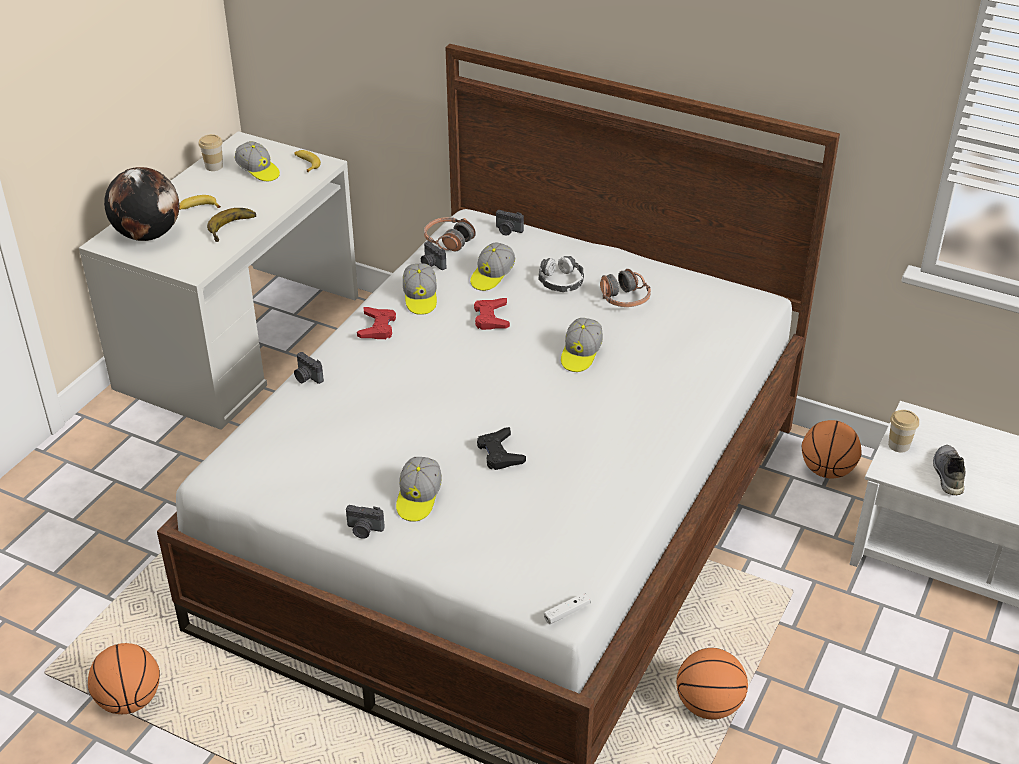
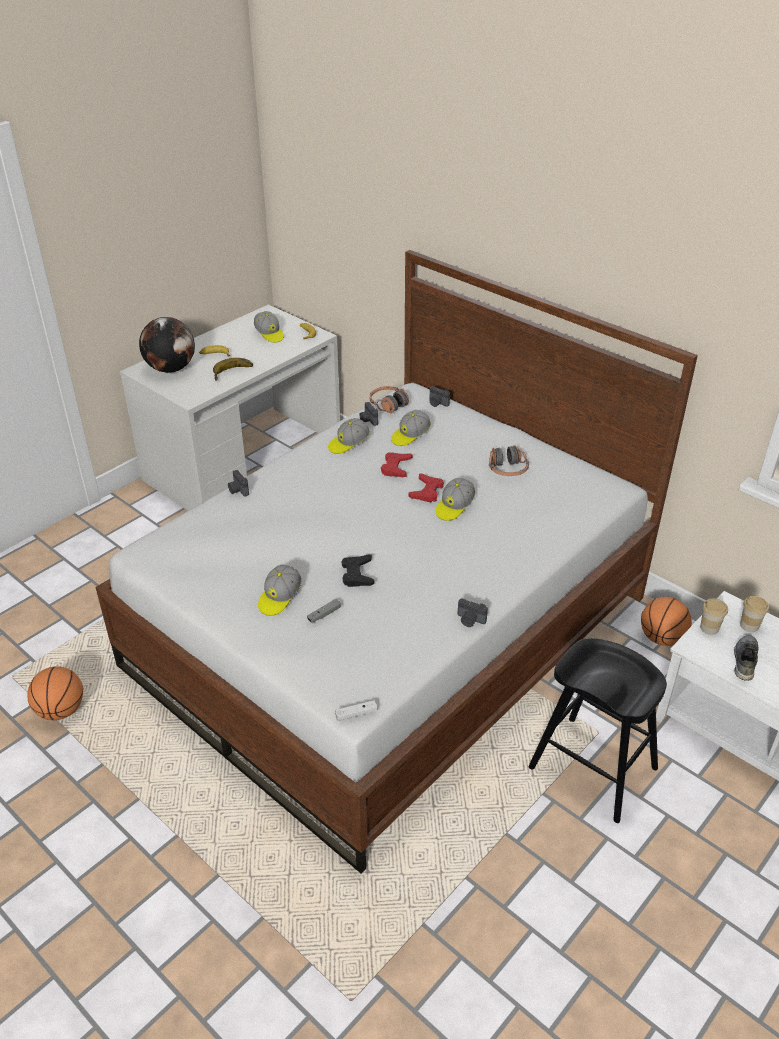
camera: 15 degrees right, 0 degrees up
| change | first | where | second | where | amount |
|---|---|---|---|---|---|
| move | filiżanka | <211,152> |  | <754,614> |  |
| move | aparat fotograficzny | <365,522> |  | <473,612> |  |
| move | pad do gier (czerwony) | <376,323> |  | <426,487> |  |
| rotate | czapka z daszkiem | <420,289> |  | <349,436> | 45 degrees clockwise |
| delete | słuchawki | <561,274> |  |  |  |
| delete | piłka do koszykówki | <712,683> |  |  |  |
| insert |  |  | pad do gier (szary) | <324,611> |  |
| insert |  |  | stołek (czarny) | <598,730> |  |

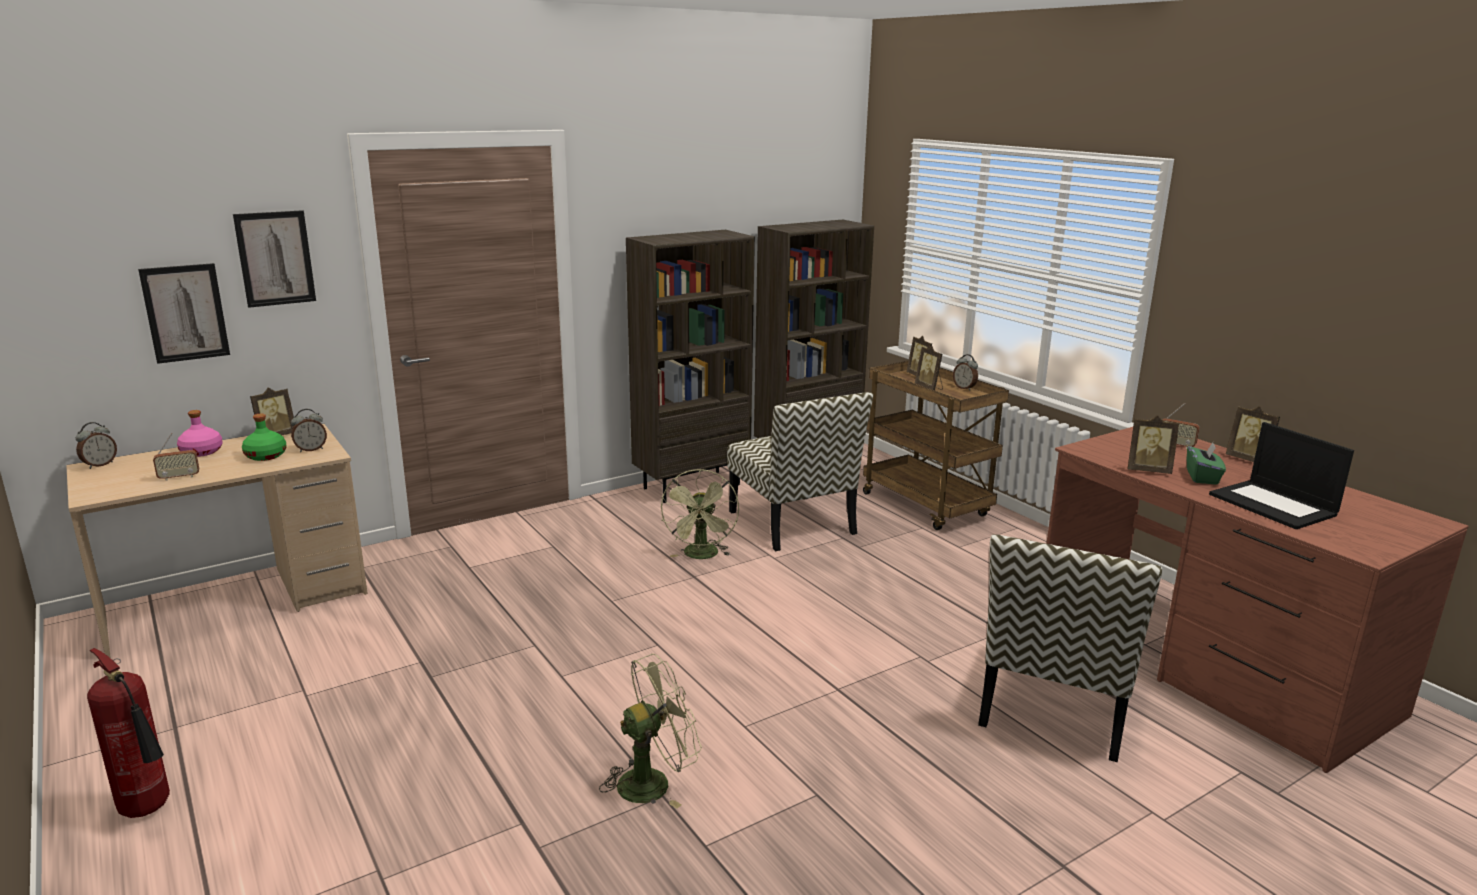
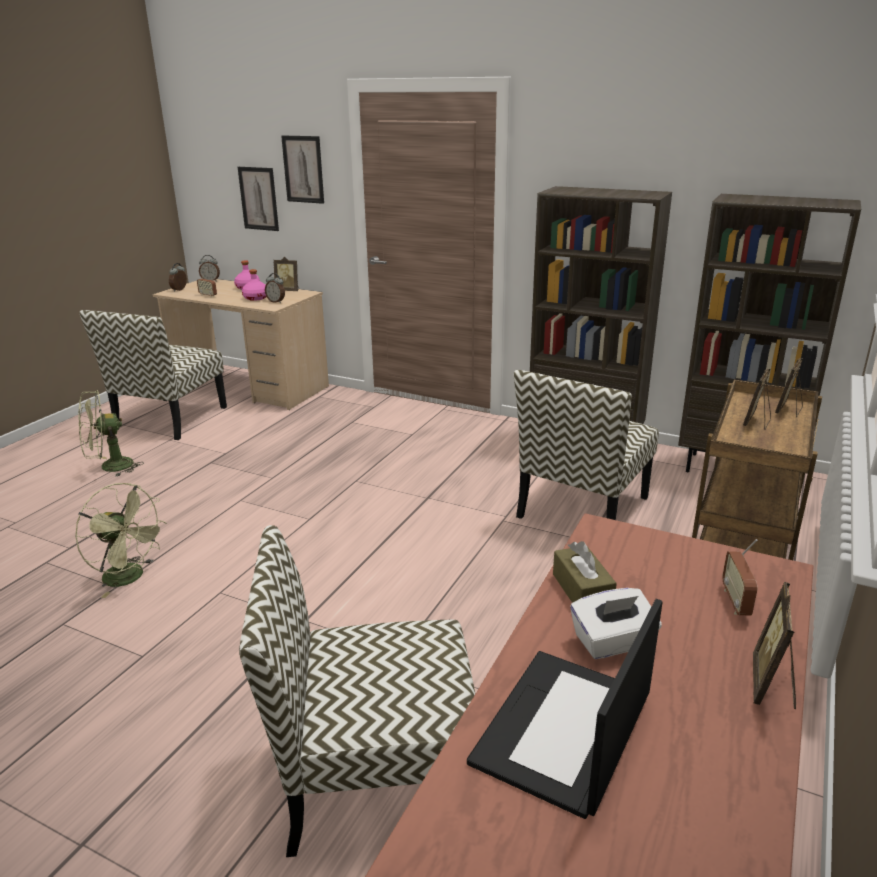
camera: 60 degrees right, 5 degrees up
| change | first | where | second | where | amount |
|---|---|---|---|---|---|
| delete | gaśnica | <128,733> |  |  |  |
| recolor | butelka (zielony) | <264,437> | butelka (różowy) | <254,285> |  |
| move | wentylator (zielony) | <700,514> |  | <111,433> |  |
| move | budzik | <965,372> |  | <178,277> |  |
| replace | ramka na zdjęcie | <1153,444> | pudełko chusteczek (brązowy) | <585,572> |  |
| recolor | pudełko chusteczek (zielony) | <1206,463> | pudełko chusteczek (biały) | <616,623> |  |
| insert |  |  | krzesło | <153,375> |  |

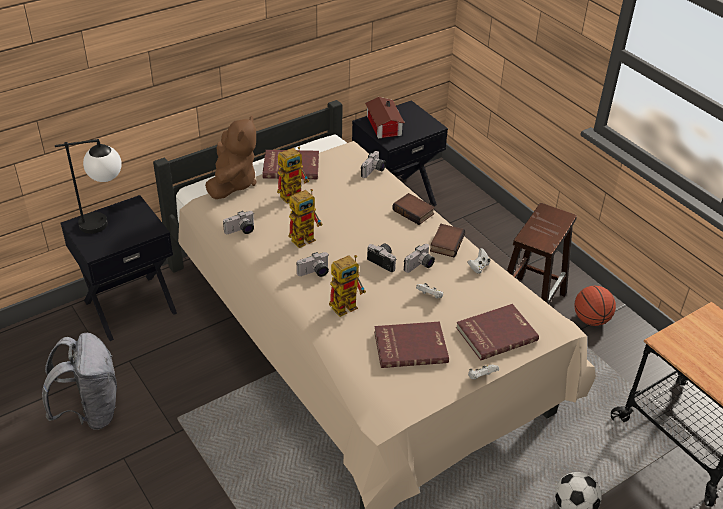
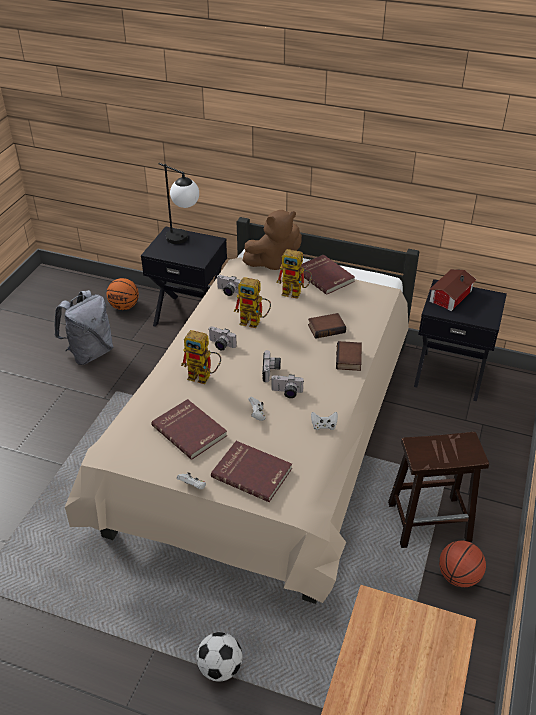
camera: 55 degrees right, 0 degrees up
| change | first | where | second | where | amount |
|---|---|---|---|---|---|
| delete | aparat fotograficzny | <373,164> |  |  |  |
| move | książka | <447,241> |  | <327,326> |  |
| insert |  |  | piłka do koszykówki | <122,294> |  |

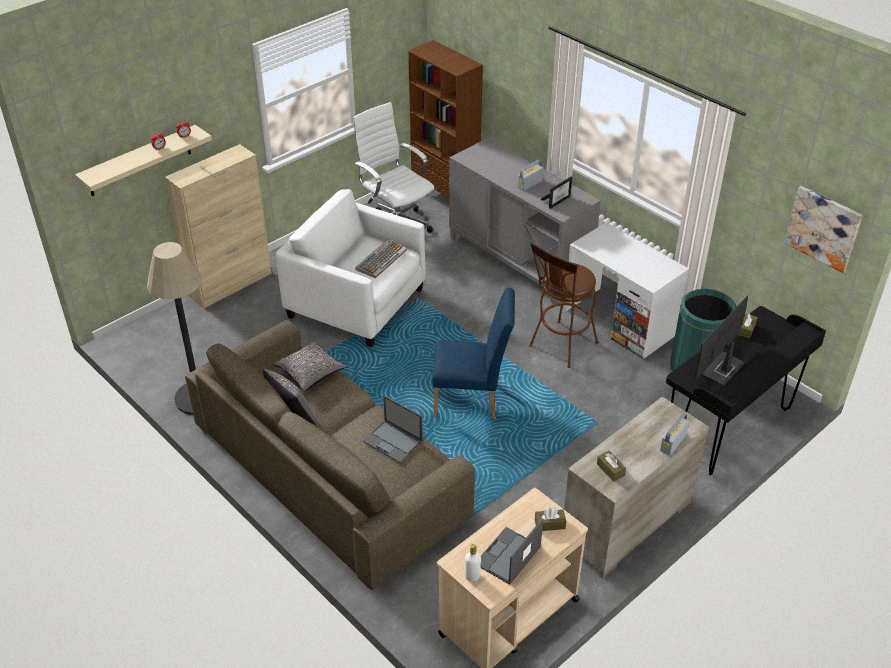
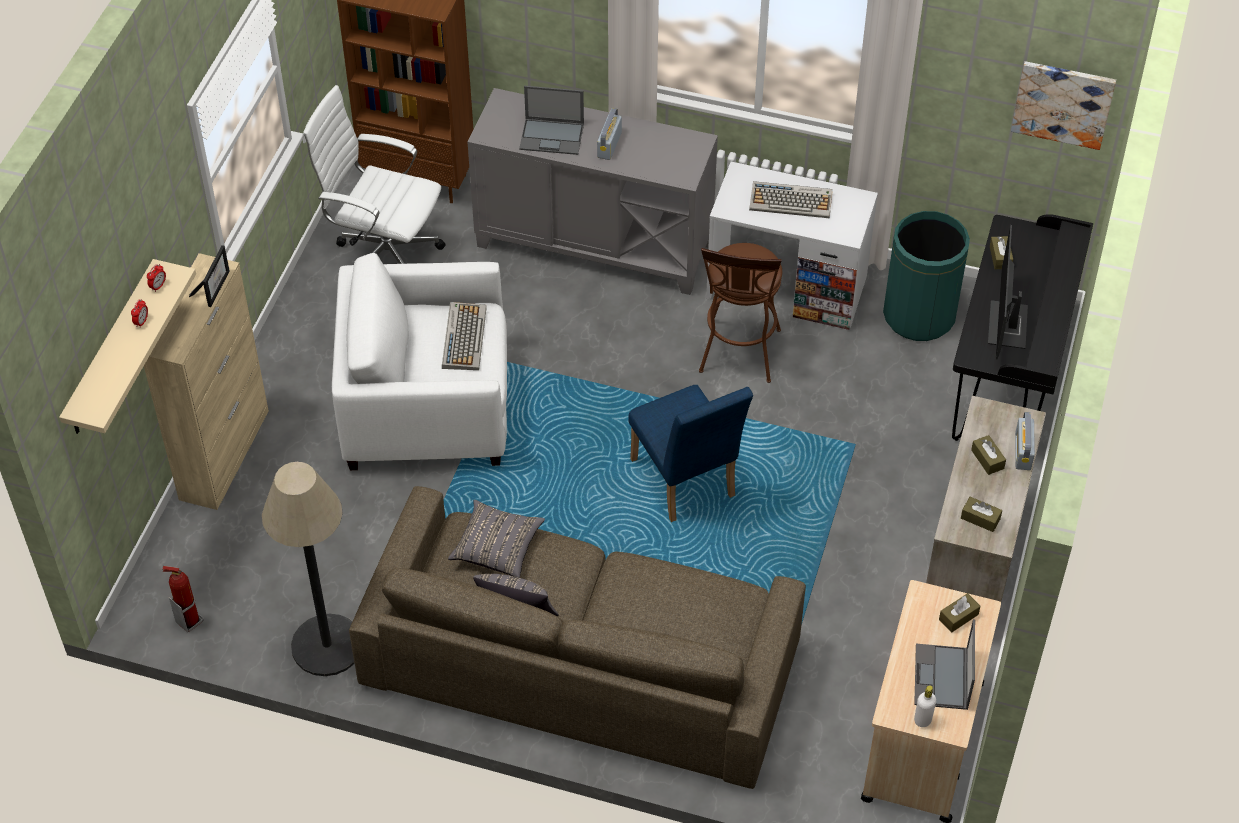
camera: 30 degrees left, 10 degrees up
| change | first | where | second | where | amount |
|---|---|---|---|---|---|
| move | laptop | <393,429> |  | <551,120> |  |
| rotate | krzesło (niebieski) | <474,353> |  | <690,453> | 90 degrees clockwise |
| move | ramka na zdjęcie | <556,193> |  | <209,276> |  |
| insert |  |  | gaśnica | <182,599> |  |
| insert |  |  | klawiatura | <791,199> |  |
| insert |  |  | pudełko chusteczek (brązowy) | <988,455> |  |

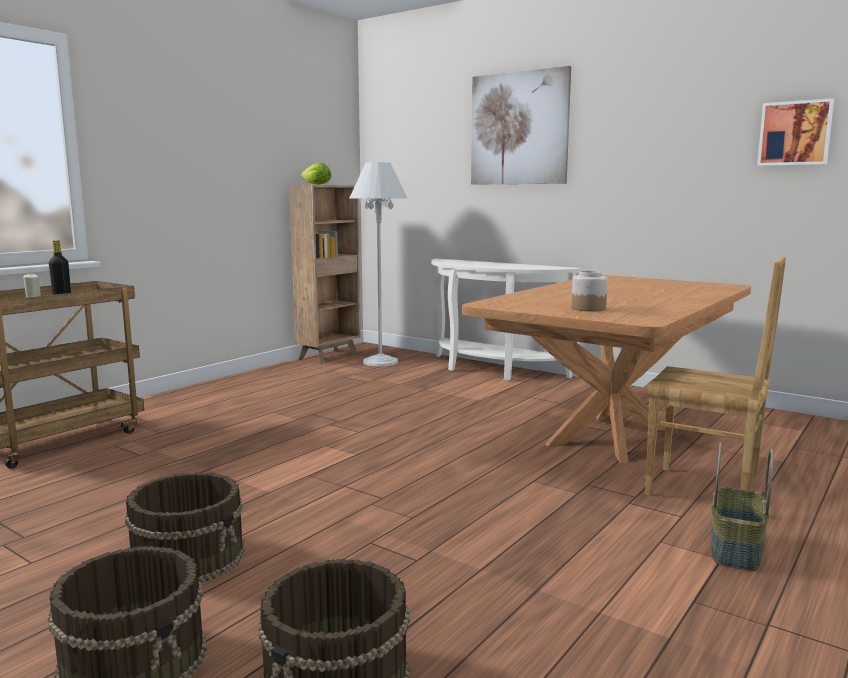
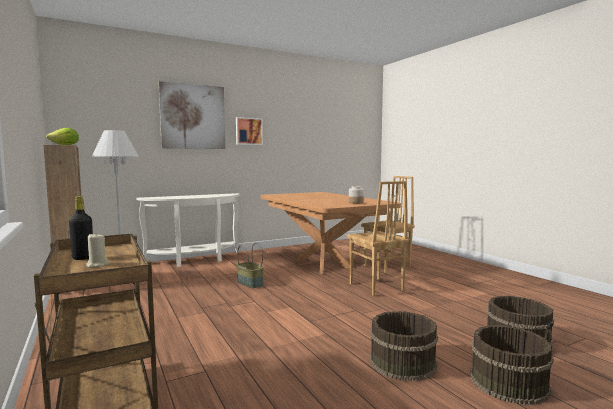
camera: 65 degrees left, 5 degrees down
| change | first | where | second | where | amount |
|---|---|---|---|---|---|
| move | koszyk | <742,506> |  | <250,265> |  |
| move | obraz | <795,132> |  | <249,131> |  |
| insert |  |  | krzesło (brązowy) | <377,238> |  |

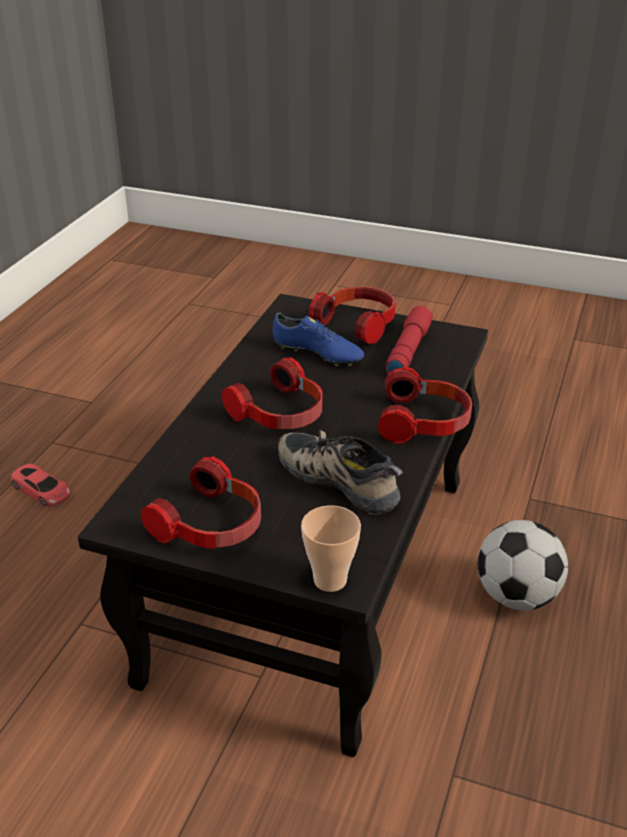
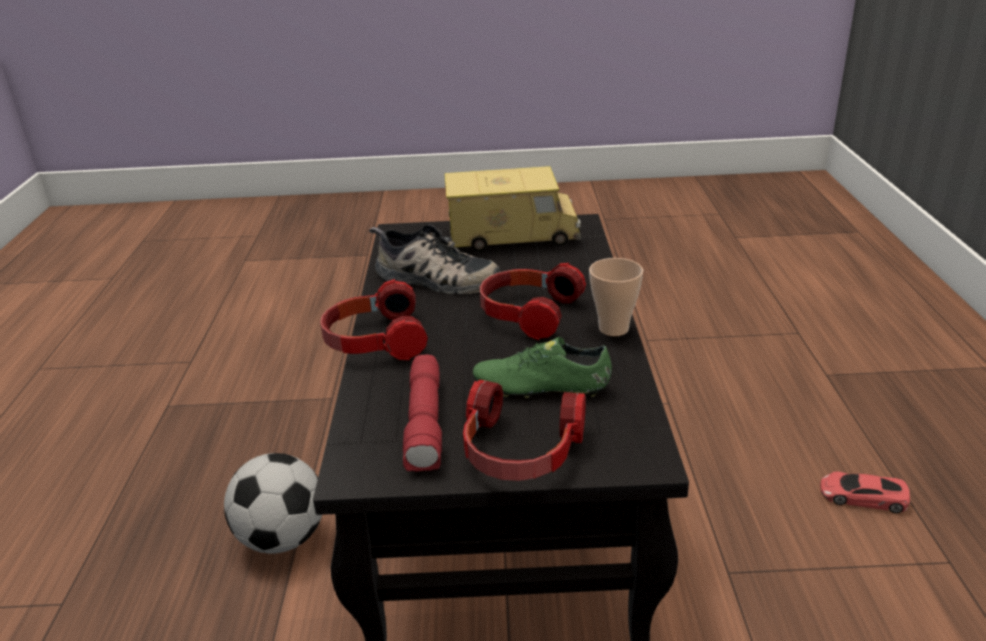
camera: 160 degrees right, 5 degrees down
| change | first | where | second | where | amount |
|---|---|---|---|---|---|
| replace | słuchawki | <201,502> | ciężarówka zabawkowa | <512,209> |  |
| recolor | but (niebieski) | <318,339> | but (zielony) | <542,367> |  |
| move | filiżanka | <331,548> |  | <616,297> |  |

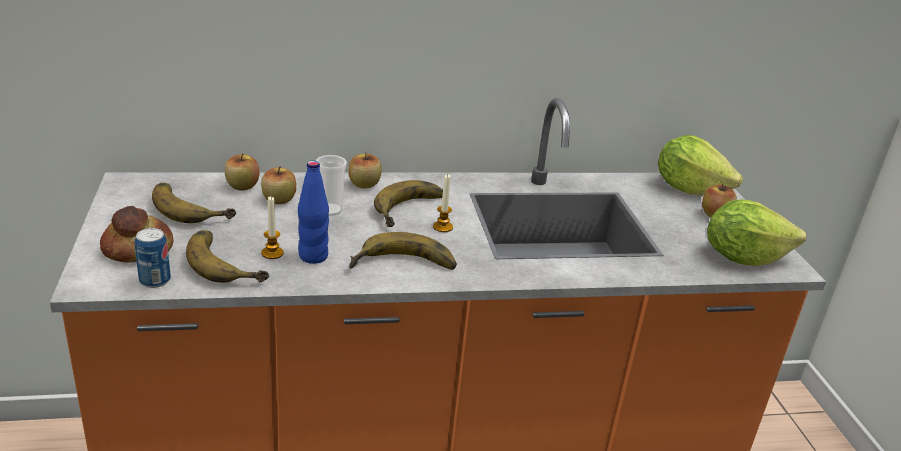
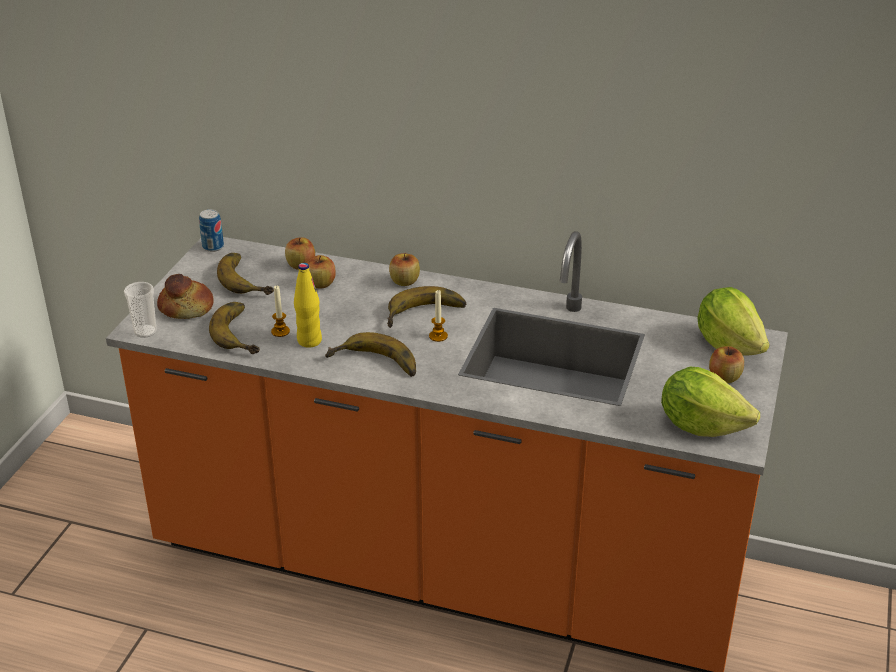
camera: 30 degrees right, 5 degrees up
| change | first | where | second | where | amount |
|---|---|---|---|---|---|
| move | puszka | <153,258> |  | <211,230> |  |
| recolor | butelka (niebieski) | <313,212> | butelka (żółty) | <308,305> |  |
| move | filiżanka | <331,185> |  | <140,310> |  |

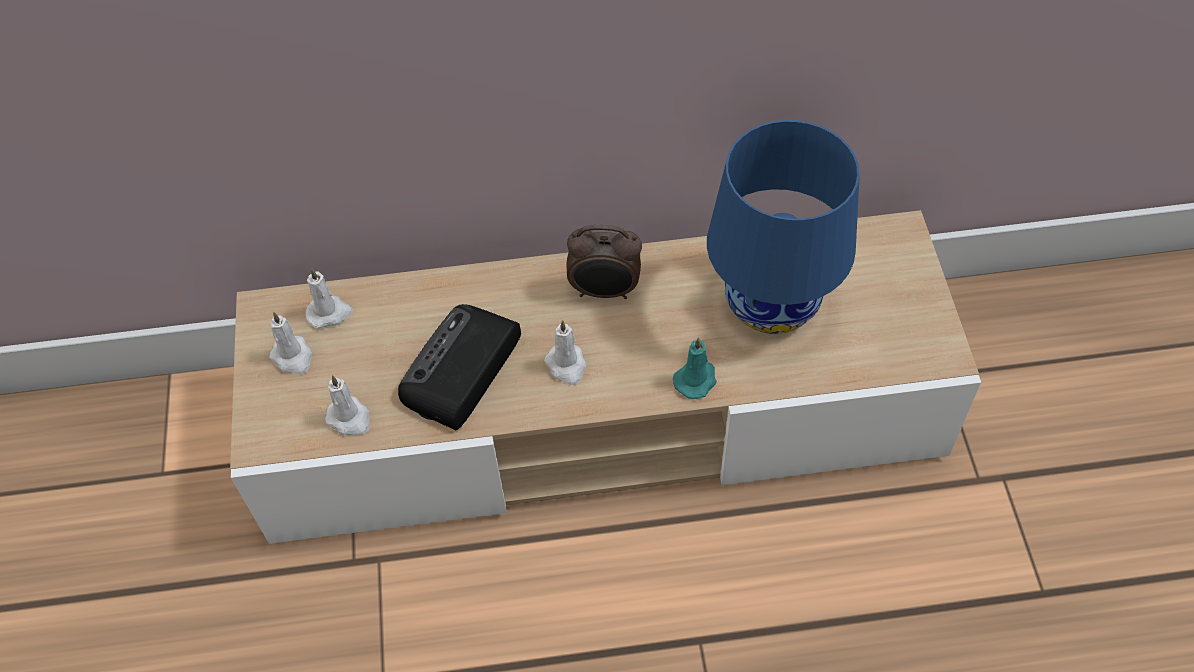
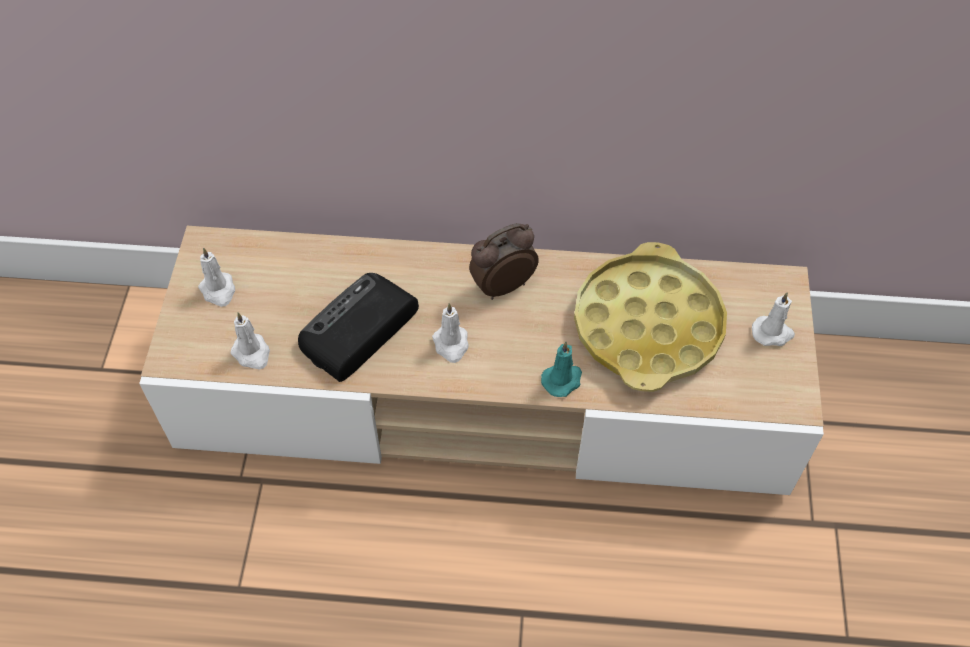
camera: 10 degrees right, 0 degrees up
| change | first | where | second | where | amount |
|---|---|---|---|---|---|
| move | świeca (biały) | <329,298> |  | <773,319> |  |
| rotate | budzik | <604,262> |  | <504,261> | 135 degrees clockwise |
| replace | lampa stołowa (niebieski) | <783,227> | taca (żółty) | <650,317> |  |

